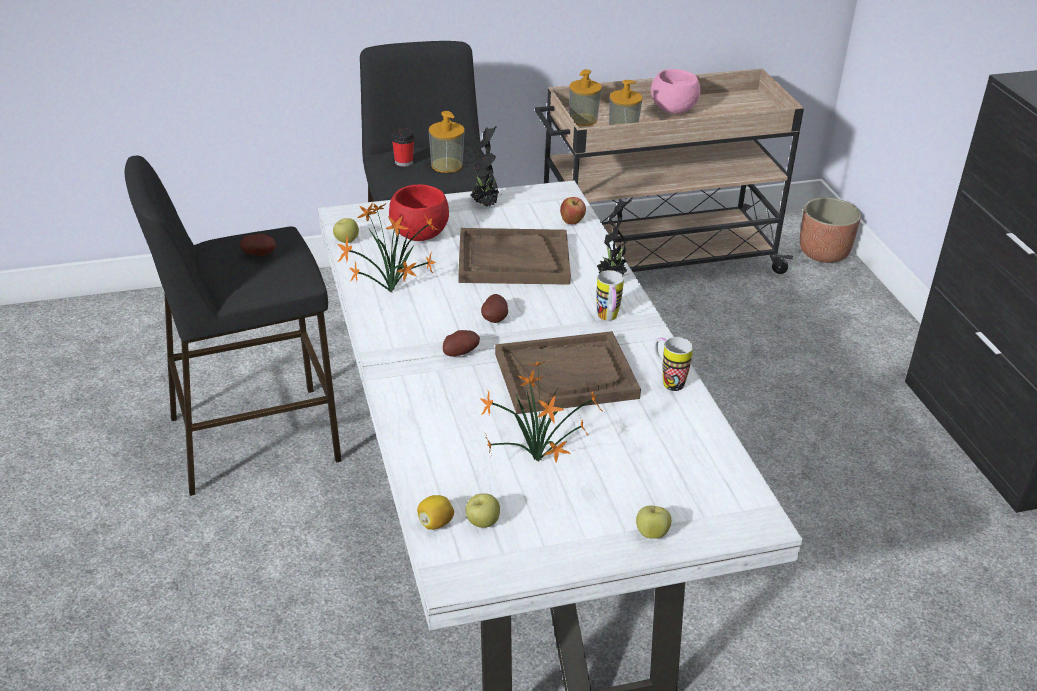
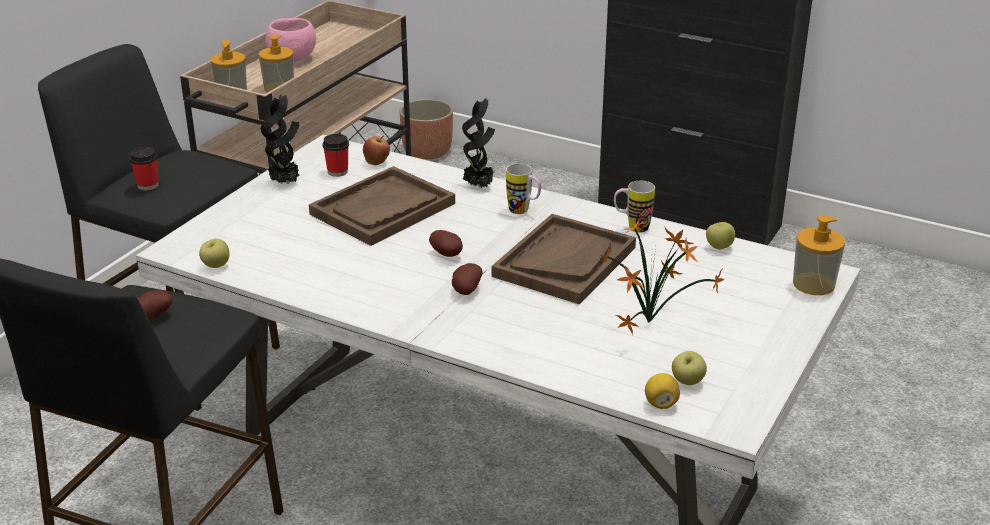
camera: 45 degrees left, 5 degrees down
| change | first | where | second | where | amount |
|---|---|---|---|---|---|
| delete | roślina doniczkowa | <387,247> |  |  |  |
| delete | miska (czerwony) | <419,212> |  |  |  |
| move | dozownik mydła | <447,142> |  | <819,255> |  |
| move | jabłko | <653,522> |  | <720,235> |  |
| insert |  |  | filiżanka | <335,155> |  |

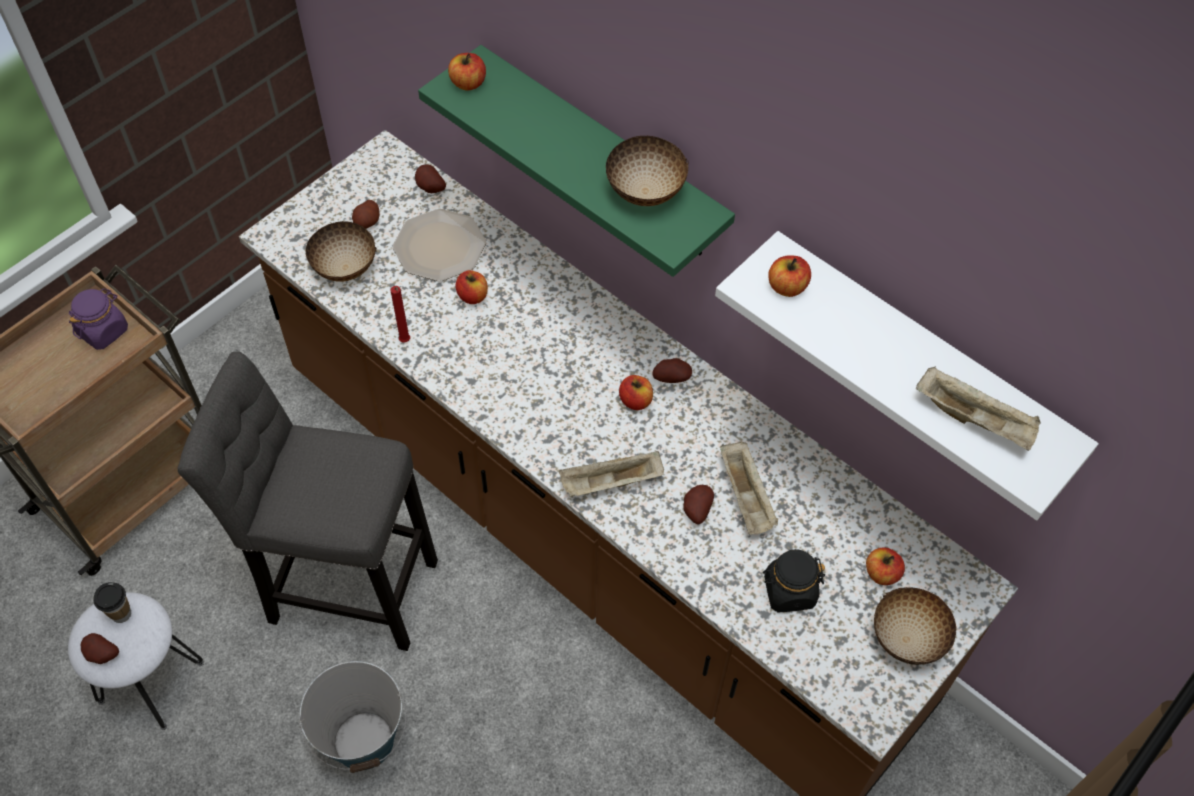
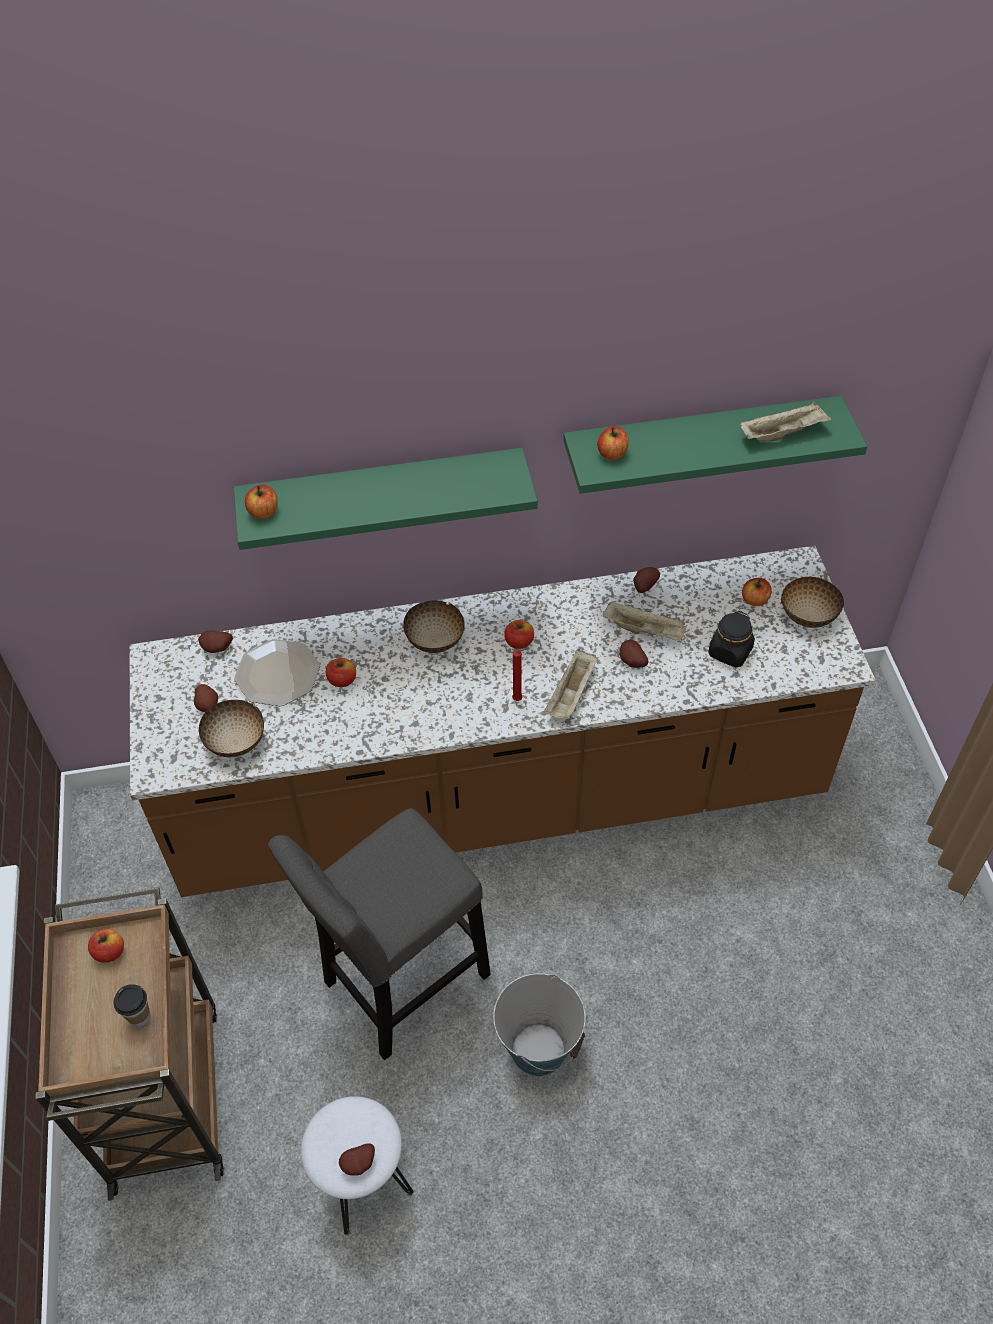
camera: 50 degrees left, 5 degrees down
| change | first | where | second | where | amount |
|---|---|---|---|---|---|
| replace | słoik (fioletowy) | <98,319> | jabłko | <106,946> |  |
| move | filiżanka | <112,602> |  | <132,1005> |  |
| move | świeca (czerwony) | <400,314> |  | <519,675> |  |
| move | miska | <647,171> |  | <434,626> |  |
| move | ziemniak | <672,370> |  | <646,580> |  |
| recolor | półka (biały) | <907,375> | półka (zielony) | <715,445> |  |

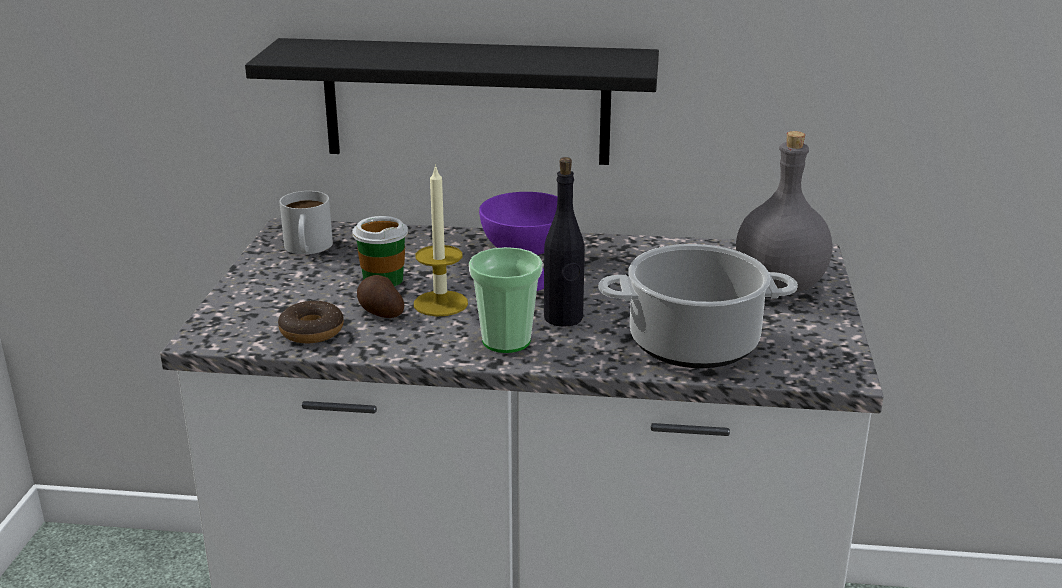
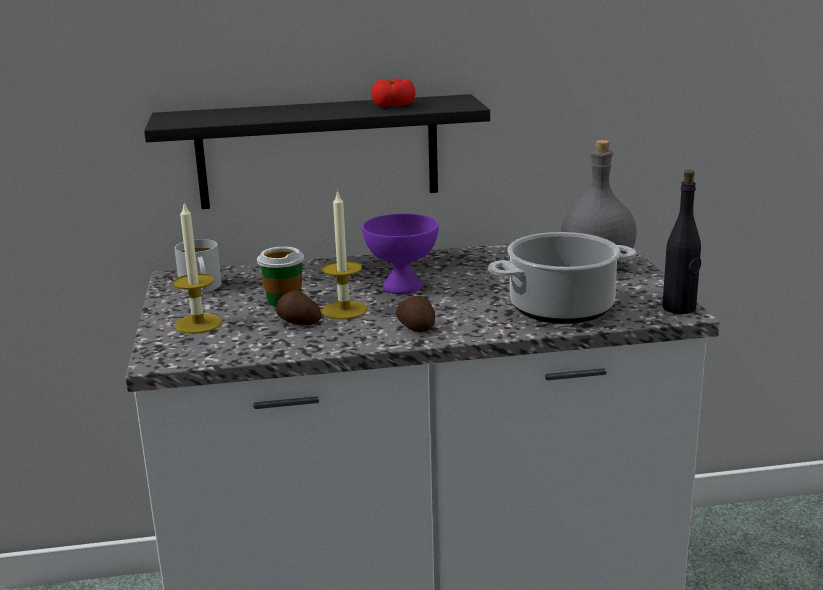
camera: 15 degrees left, 5 degrees down
| change | first | where | second | where | amount |
|---|---|---|---|---|---|
| delete | donut | <311,321> |  |  |  |
| replace | filiżanka | <506,300> | ziemniak | <415,314> |  |
| move | butelka (czarny) | <564,242> |  | <681,242> |  |
| insert |  |  | świeca | <197,267> |  |
| insert |  |  | pomidor | <393,93> |  |

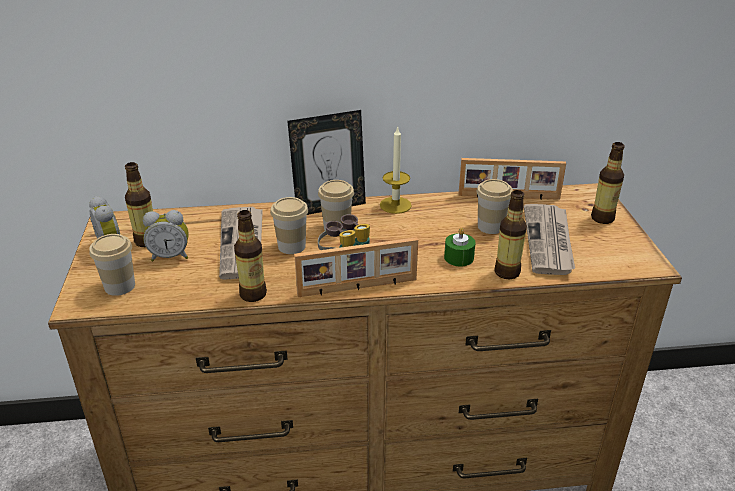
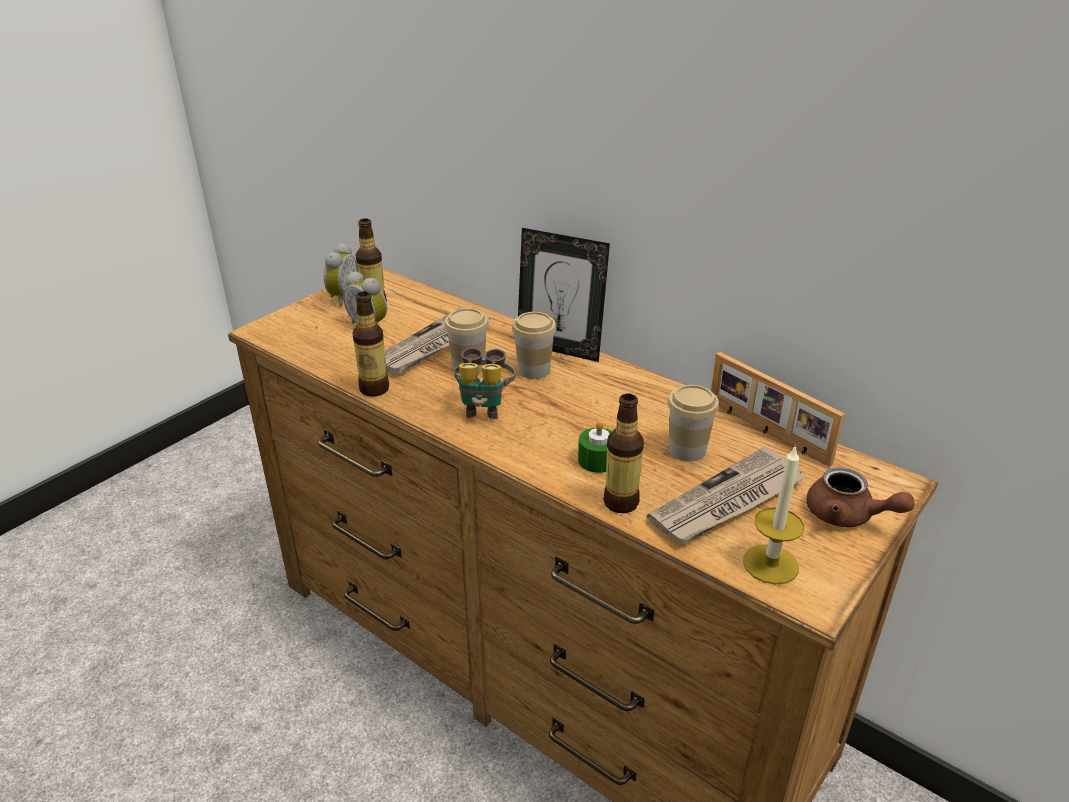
camera: 45 degrees right, 0 degrees up
| change | first | where | second | where | amount |
|---|---|---|---|---|---|
| delete | filiżanka | <112,265> |  |  |  |
| delete | ramka na zdjęcie | <356,267> |  |  |  |
| move | świeca | <396,170> |  | <773,515> |  |
| replace | butelka | <608,183> | imbryk (brązowy) | <860,497> |  |

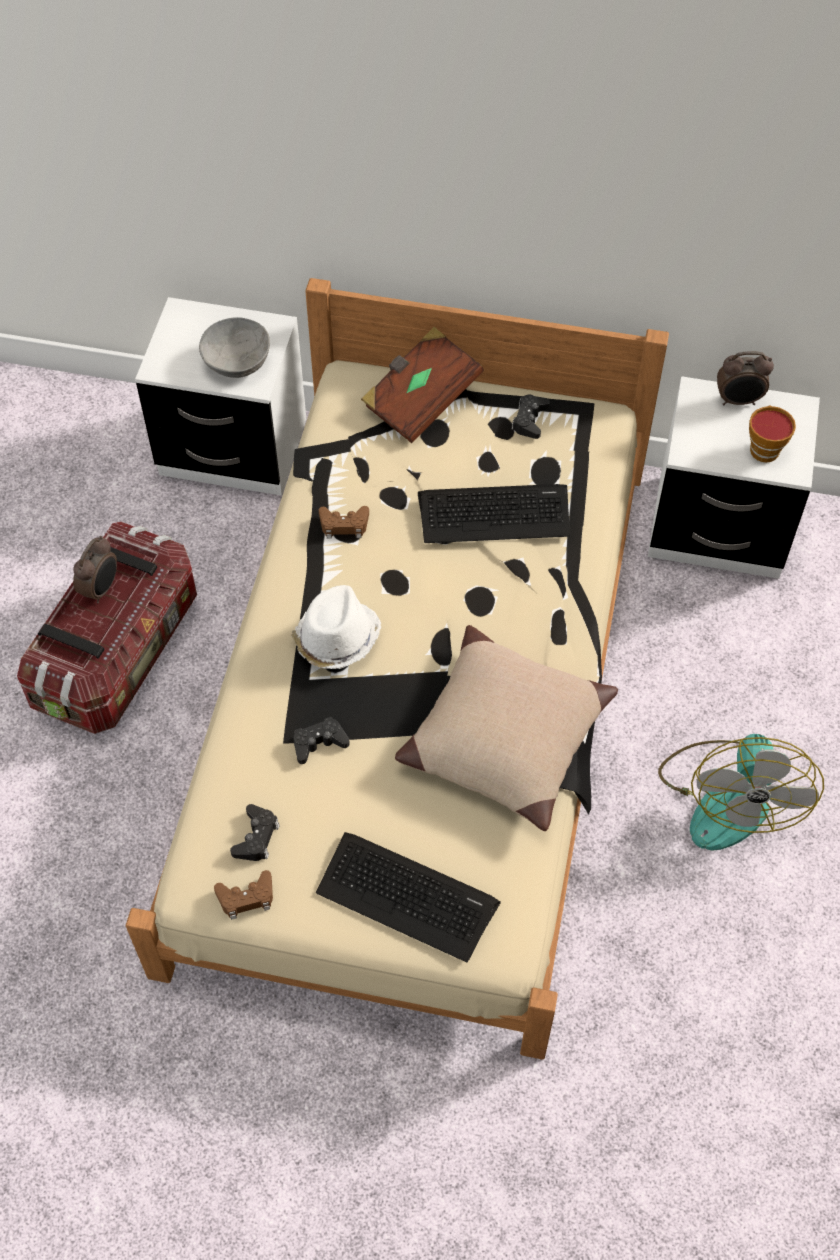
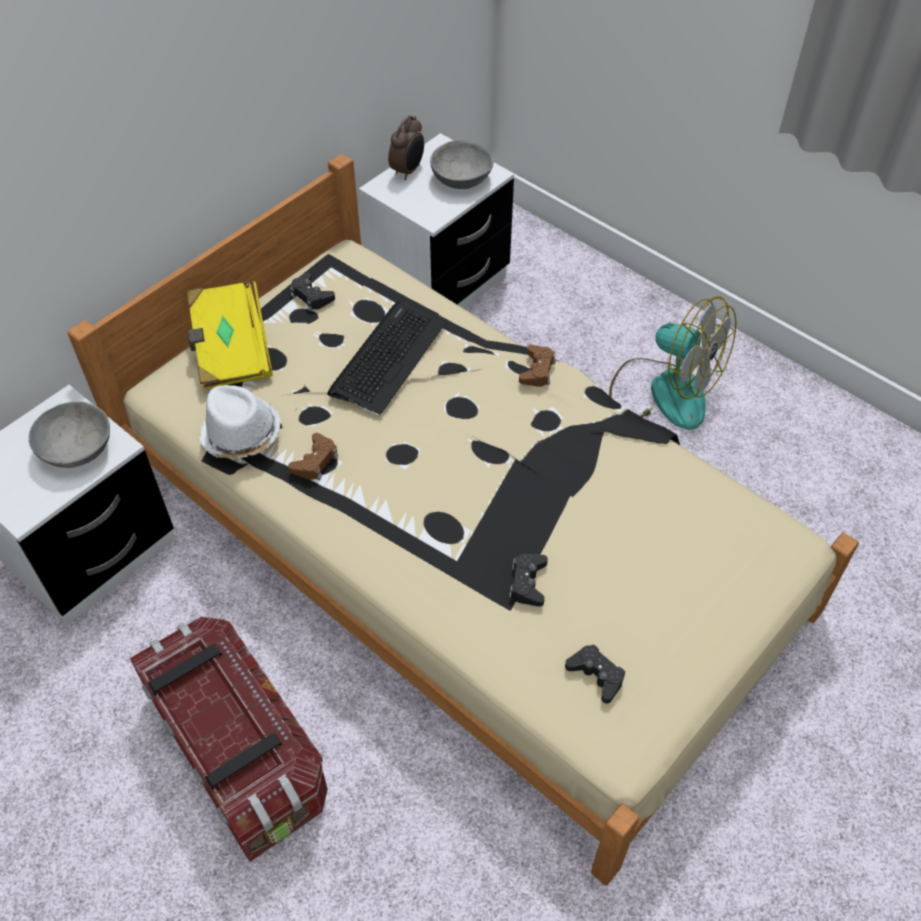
camera: 60 degrees left, 5 degrees down
| change | first | where | second | where | amount |
|---|---|---|---|---|---|
| delete | budzik | <95,570> |  |  |  |
| move | pad do gier (brązowy) | <243,895> |  | <537,366> |  |
| move | kapelusz (biały) | <336,627> |  | <240,422> |  |
| delete | klawiatura | <408,897> |  |  |  |
| recolor | książka (brązowy) | <422,385> | książka (żółty) | <229,335> |  |
| delete | poduszka (beżowy) | <506,728> |  |  |  |
| replace | filiżanka | <772,434> | miska (szary) | <462,164> |  |

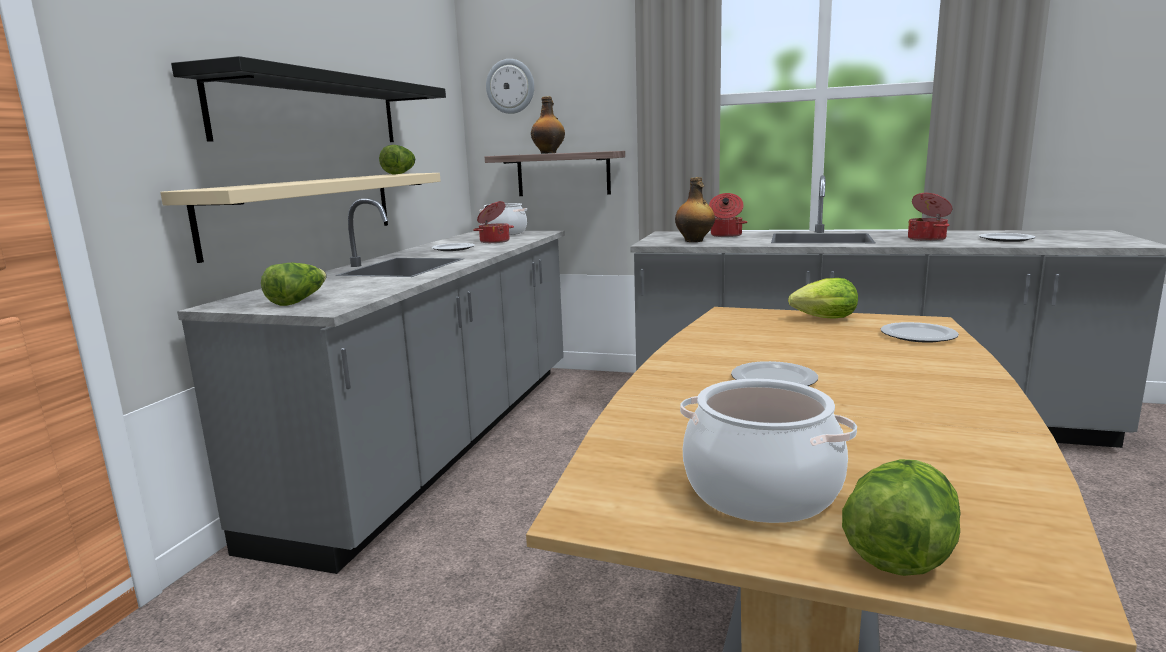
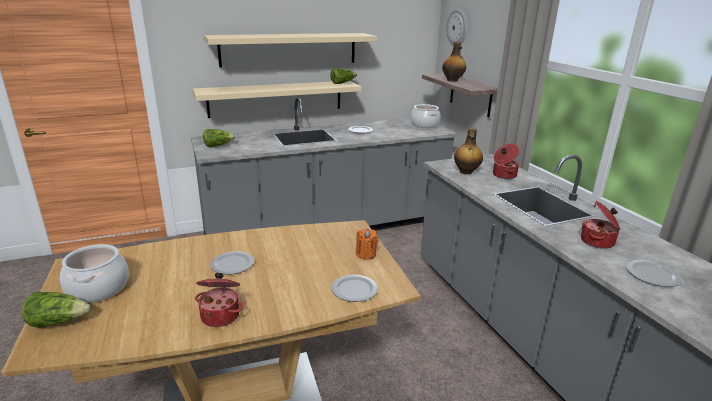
camera: 50 degrees right, 10 degrees up
| change | first | where | second | where | amount |
|---|---|---|---|---|---|
| recolor | półka (czarny) | <308,99> | półka (beżowy) | <290,50> |  |
| move | garnek | <493,222> |  | <219,300> |  |
| replace | sałata | <823,298> | świeca (pomarańczowy) | <367,244> |  |

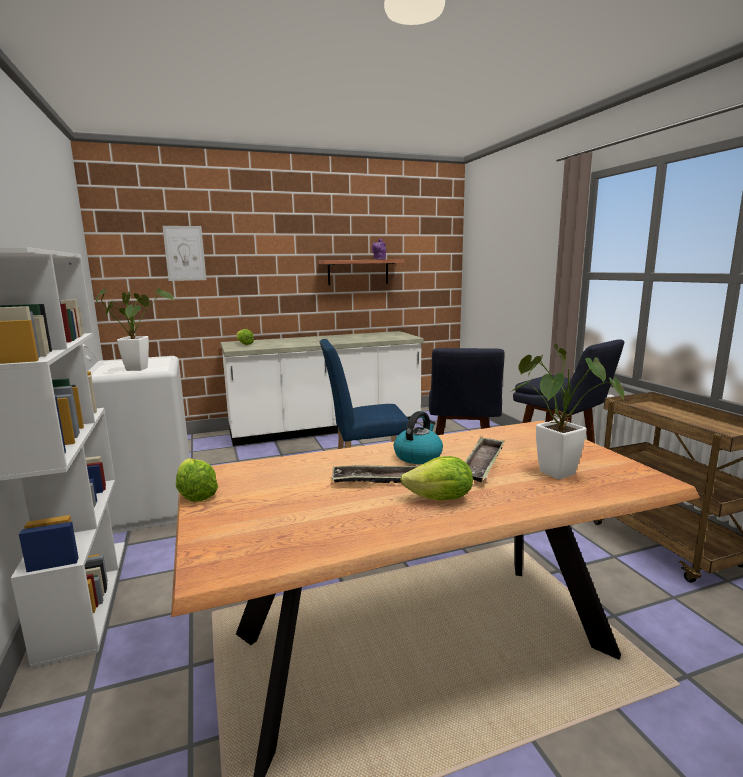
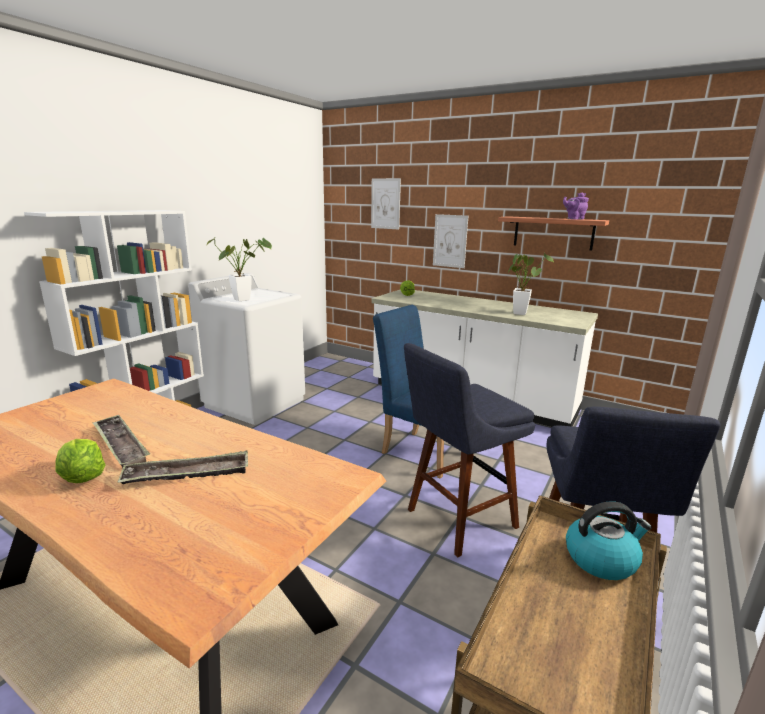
camera: 50 degrees right, 5 degrees up
| change | first | where | second | where | amount |
|---|---|---|---|---|---|
| delete | sałata | <197,480> |  |  |  |
| move | czajnik | <418,437> |  | <609,540> |  |
| move | roślina doniczkowa | <568,411> |  | <531,284> |  |
| insert |  |  | obraz | <450,241> |  |

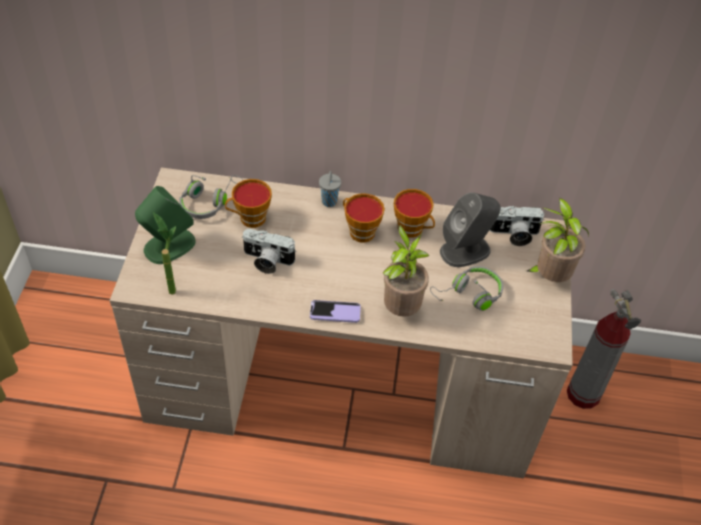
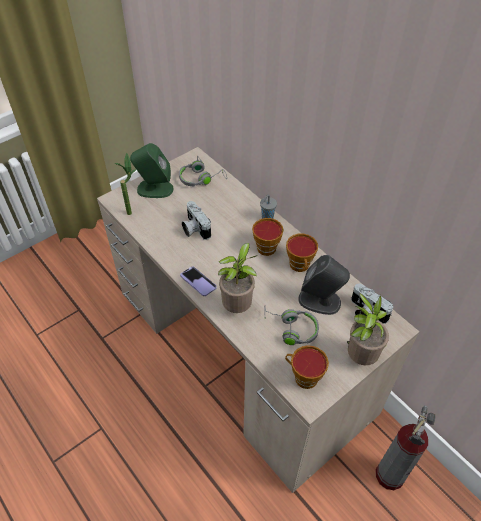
camera: 45 degrees right, 0 degrees up
| change | first | where | second | where | amount |
|---|---|---|---|---|---|
| move | filiżanka | <248,203> |  | <307,367> |  |

